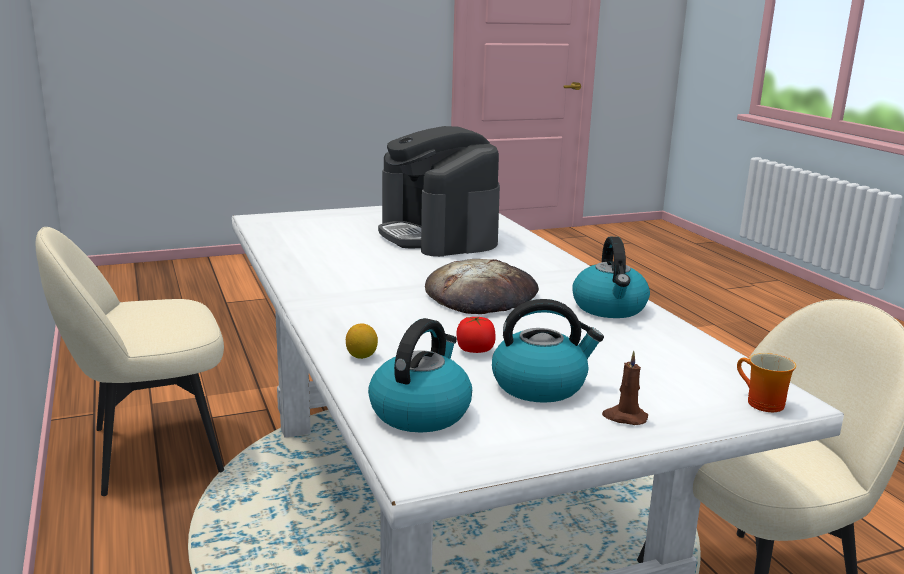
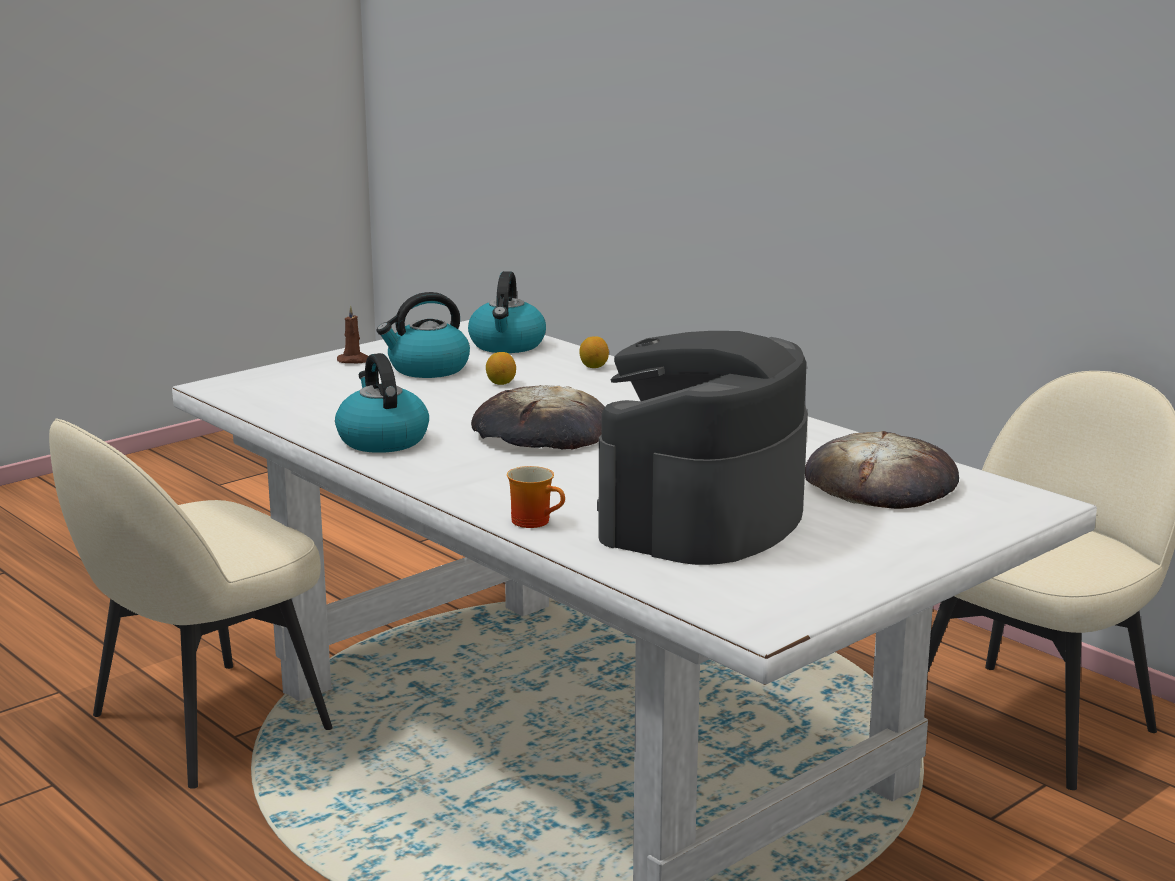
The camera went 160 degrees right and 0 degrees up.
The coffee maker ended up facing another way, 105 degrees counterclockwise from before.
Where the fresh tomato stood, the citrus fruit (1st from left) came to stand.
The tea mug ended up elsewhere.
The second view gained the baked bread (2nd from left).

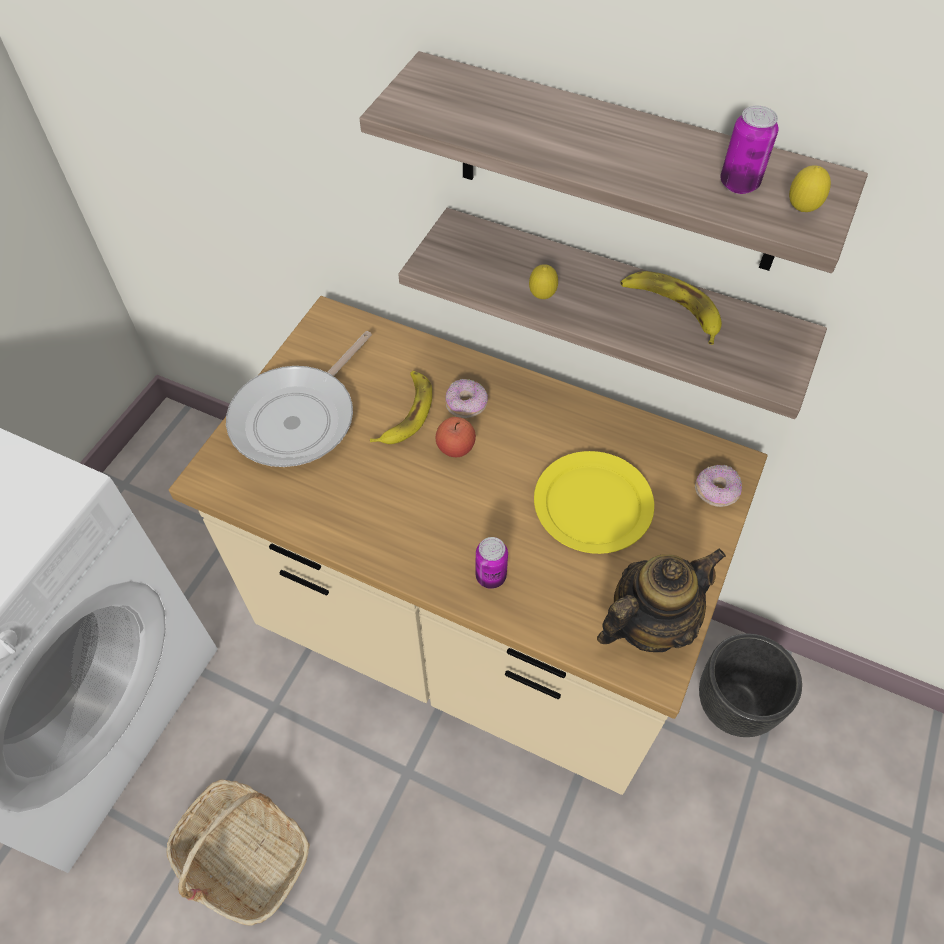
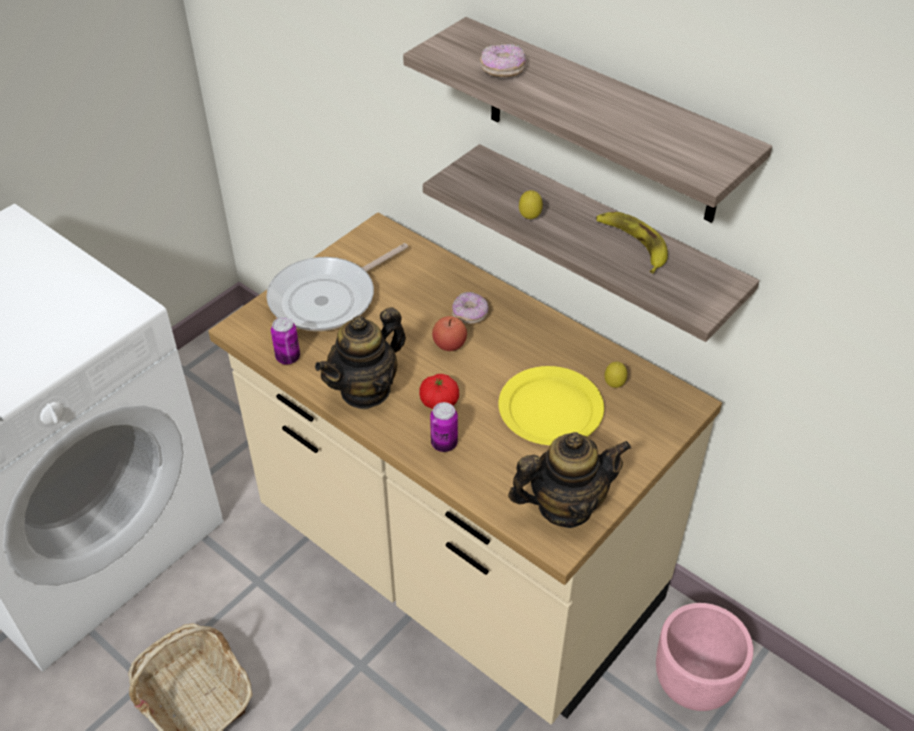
The camera went 15 degrees right and 10 degrees down.
The second view lost the banana (1st from left).
The donut (2nd from left) ended up elsewhere.
What was the flower pot (blackish) turned into the flower pot (pink).
The sealed can (2nd from left in the first image) ended up elsewhere.
The citrus fruit (2nd from left) ended up elsewhere.
The second view gained the teapot (1st from left).
The second view gained the fresh tomato.

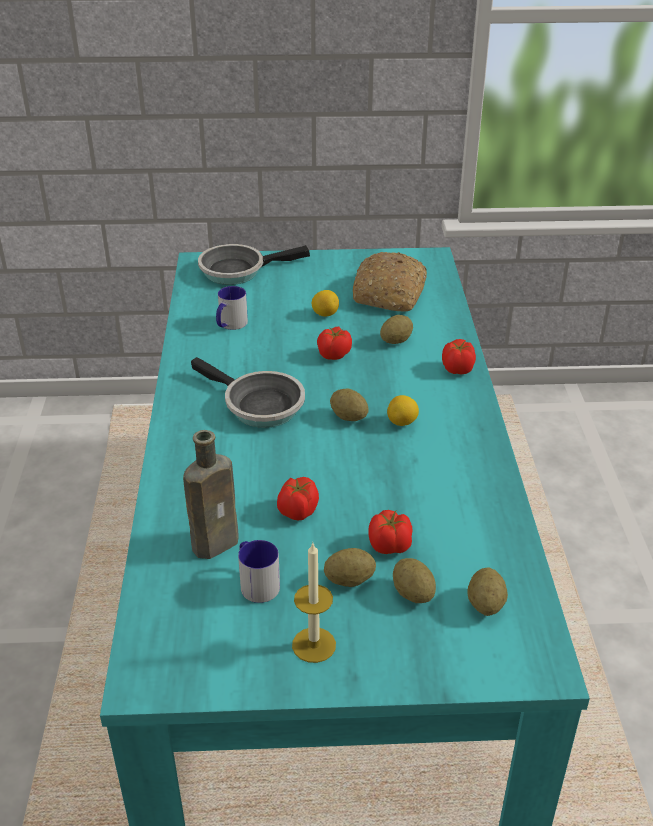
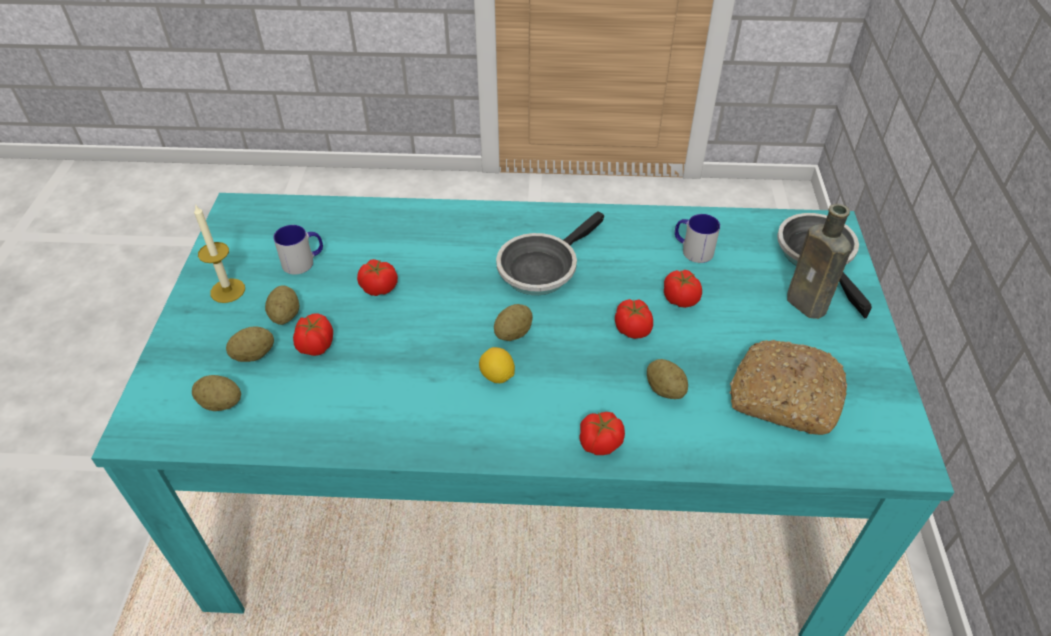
The camera went 95 degrees right and 10 degrees up.
The beverage bottle (brown-coloured) ended up elsewhere.
The second view lost the citrus fruit (1st from left).
The second view gained the fresh tomato (5th from left).

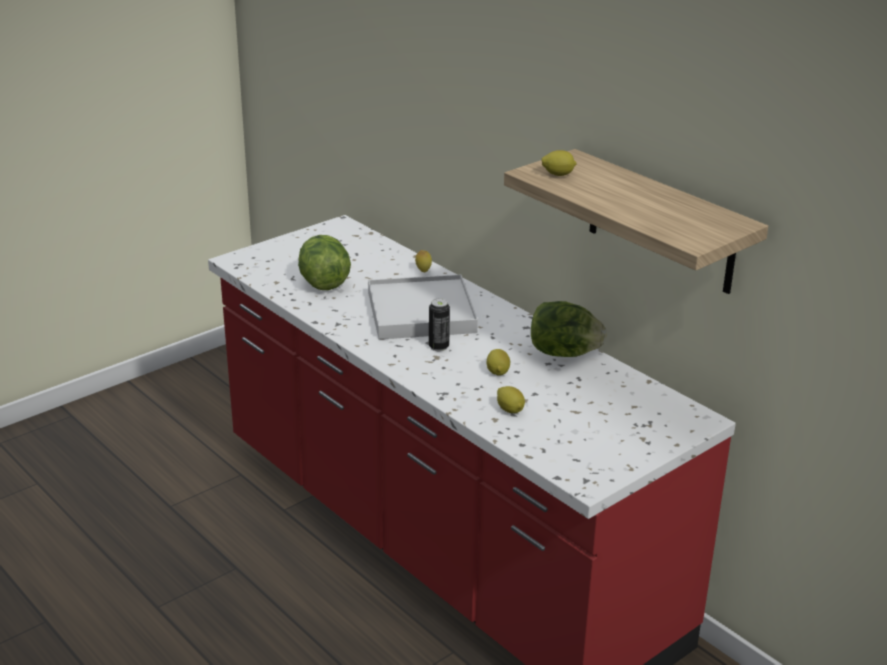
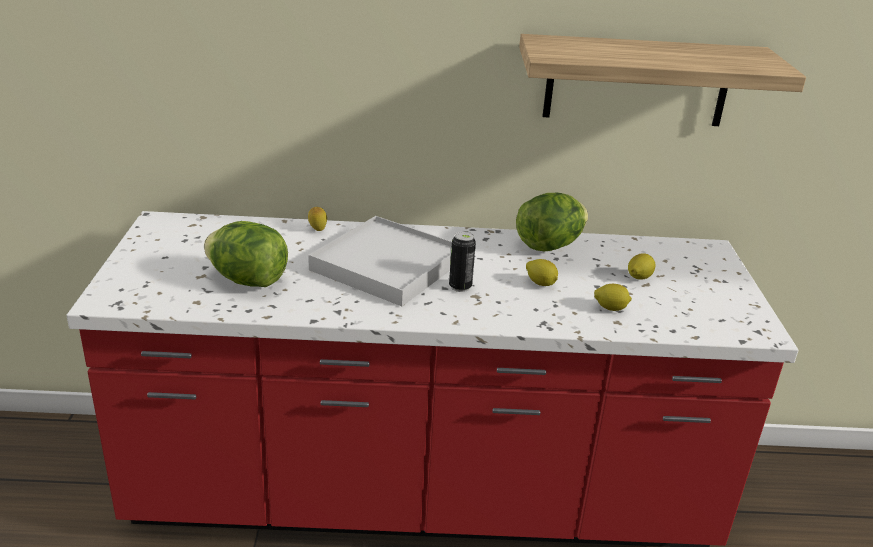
The camera went 50 degrees left and 0 degrees up.
The citrus fruit (4th from left) ended up elsewhere.

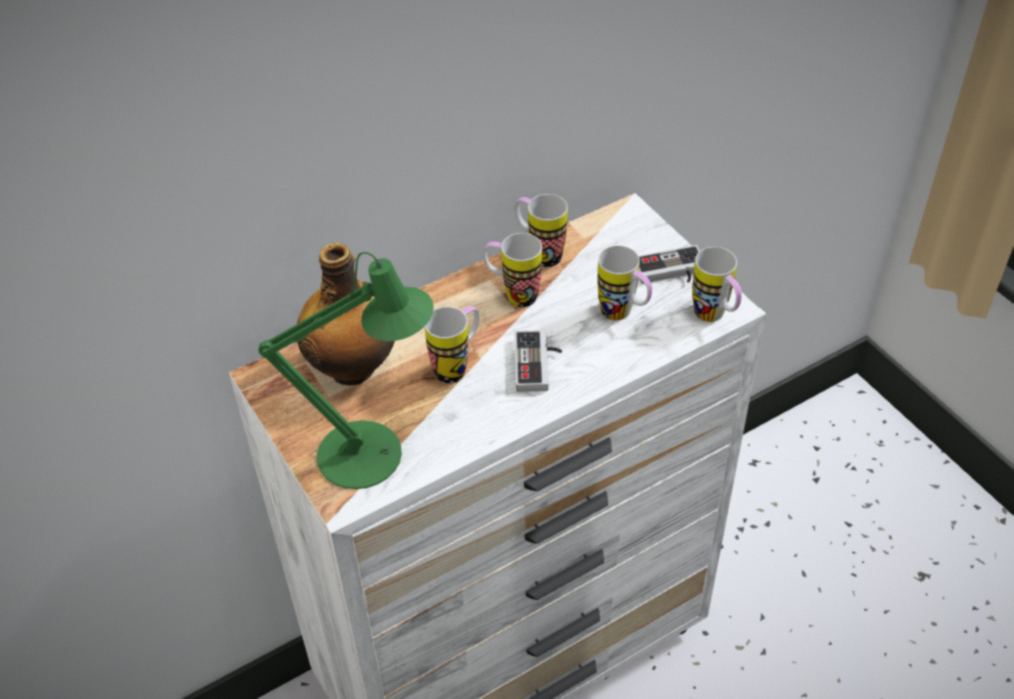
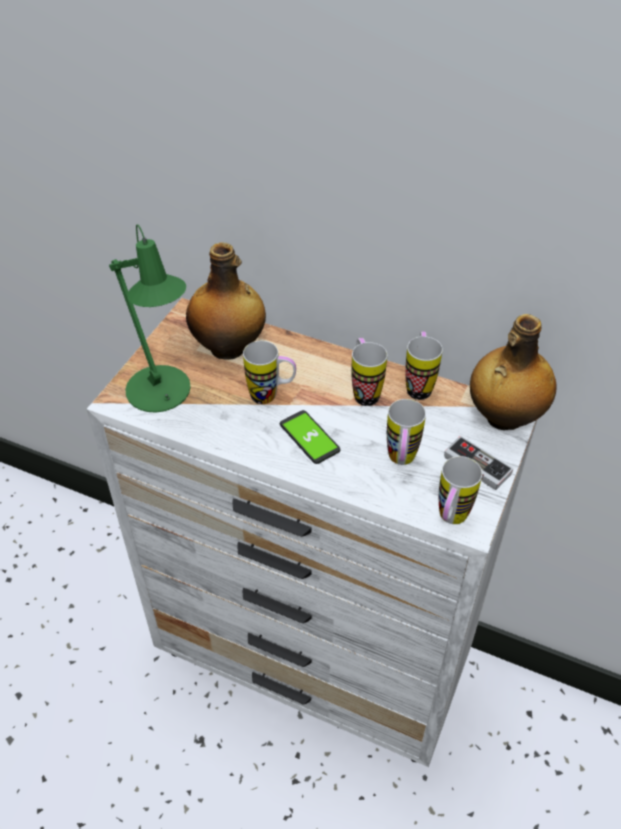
The camera went 55 degrees right and 0 degrees up.
Where the joypad (1st from left) stood, the phone came to stand.
The second view gained the beverage bottle (2nd from left).

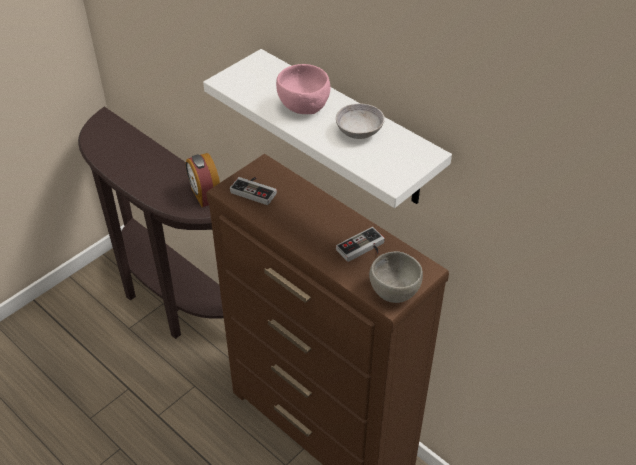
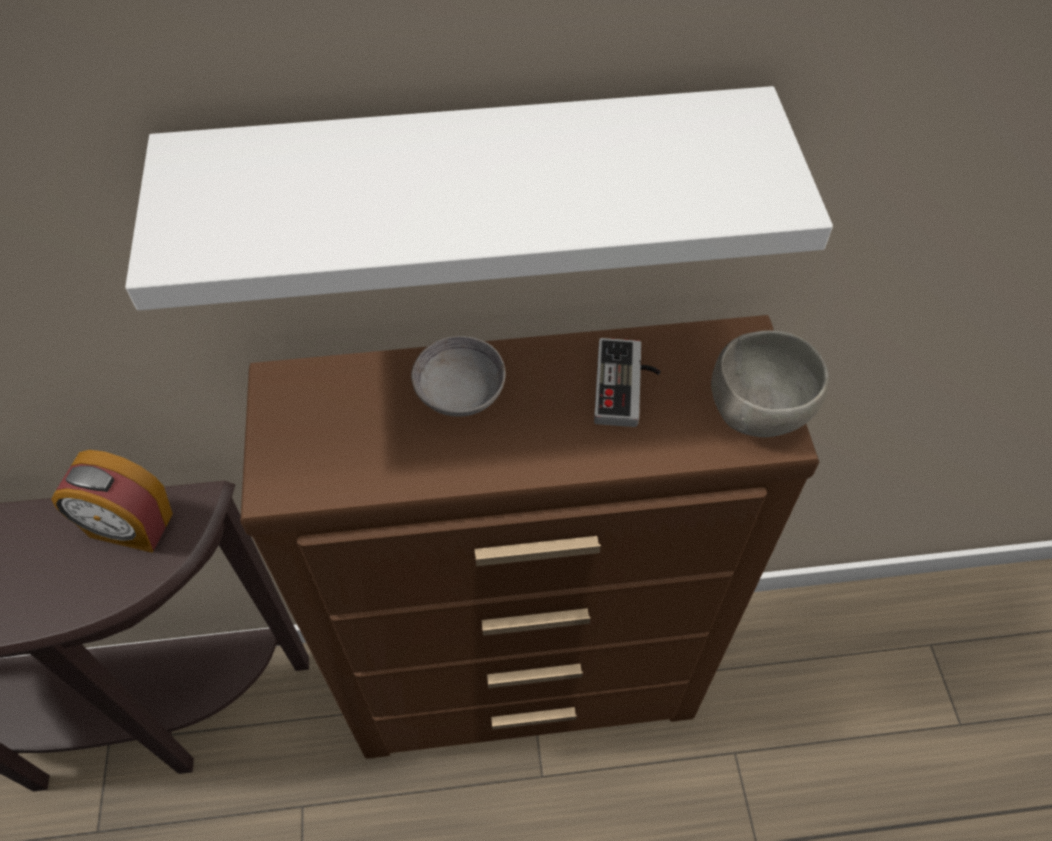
The camera went 50 degrees left and 10 degrees up.
The second view lost the joypad (1st from left).
The second view lost the bowl (pink).
The bowl (greyish) (1st from left) ended up elsewhere.

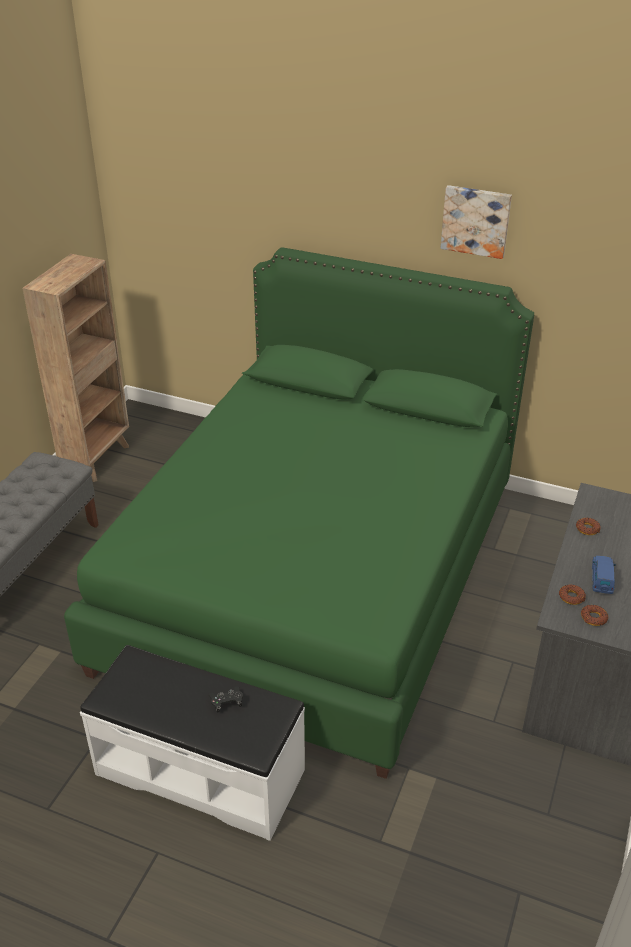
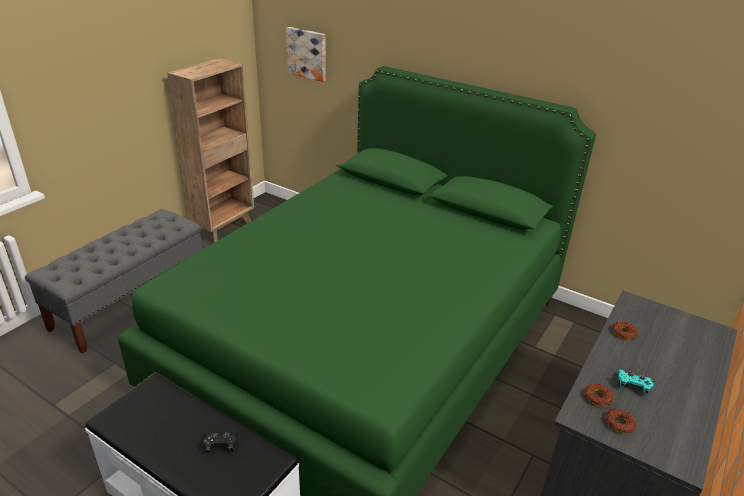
The camera went 10 degrees right and 5 degrees down.
The picture ended up elsewhere.
Where the model car (blue) stood, the joypad (blue-green) came to stand.

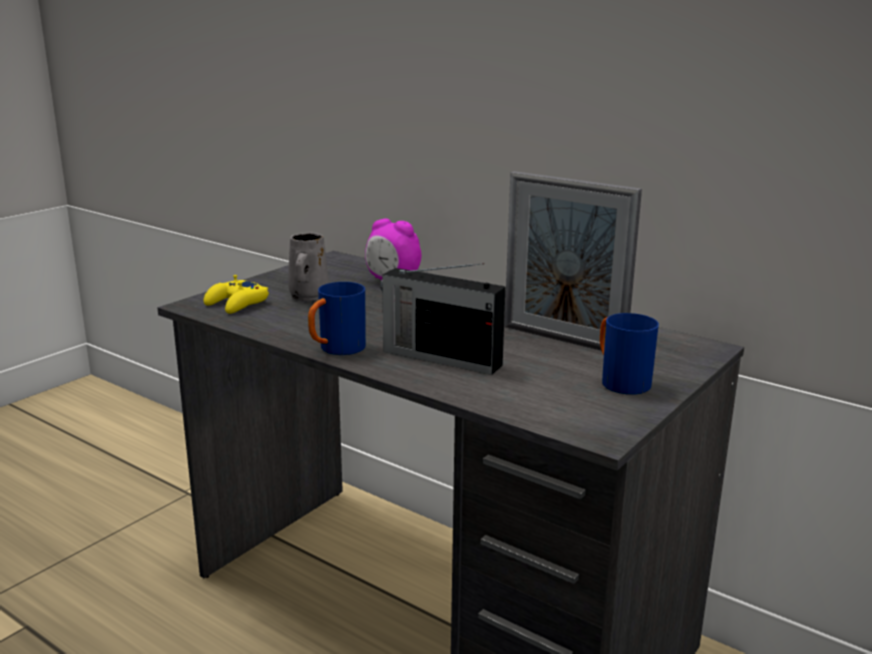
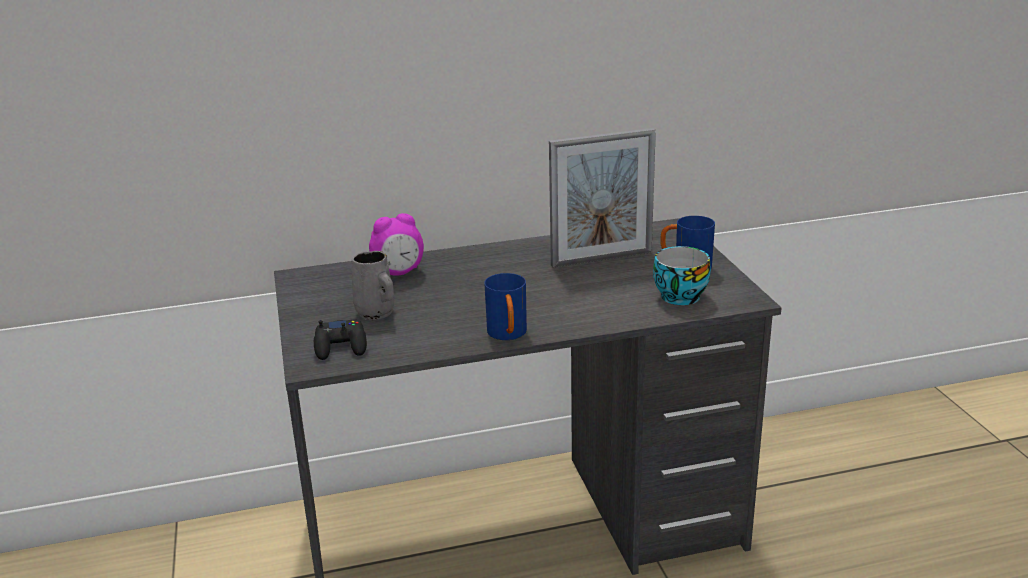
The camera went 50 degrees left and 5 degrees up.
What was the joypad (yellow) turned into the joypad (blackish).
The second view lost the radio set.
The second view gained the small cup.

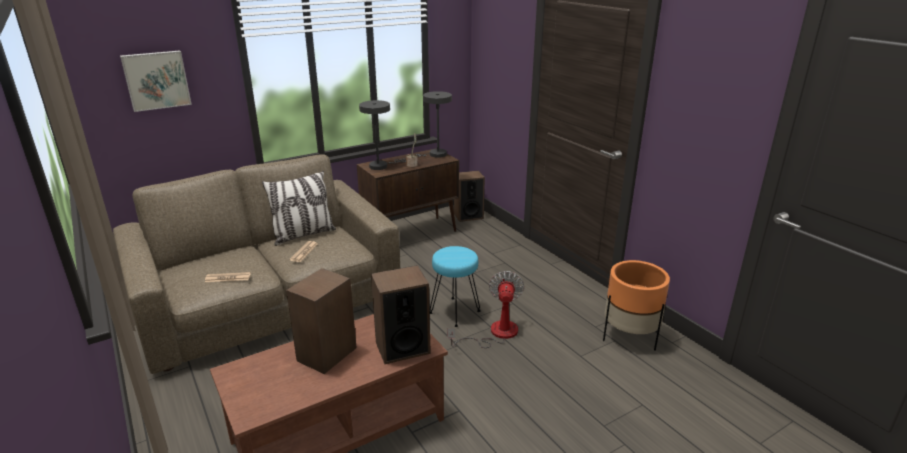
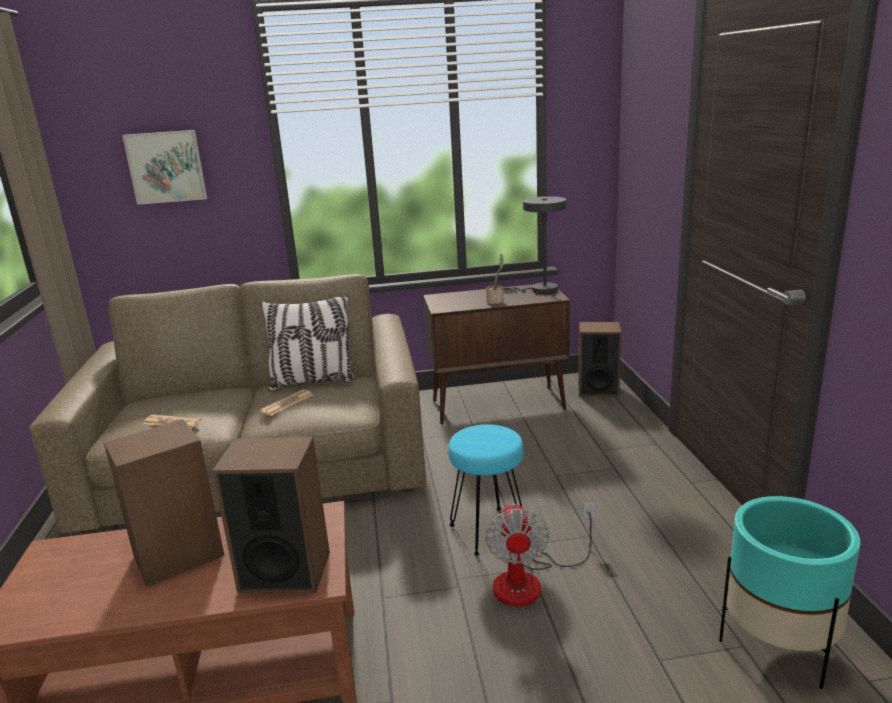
The camera went 25 degrees right and 5 degrees down.
The second view lost the table lamp (greyish) (1st from left).
The fan ended up facing another way, 150 degrees clockwise from before.
What was the flower pot (orangey) turned into the flower pot (blue-green).

